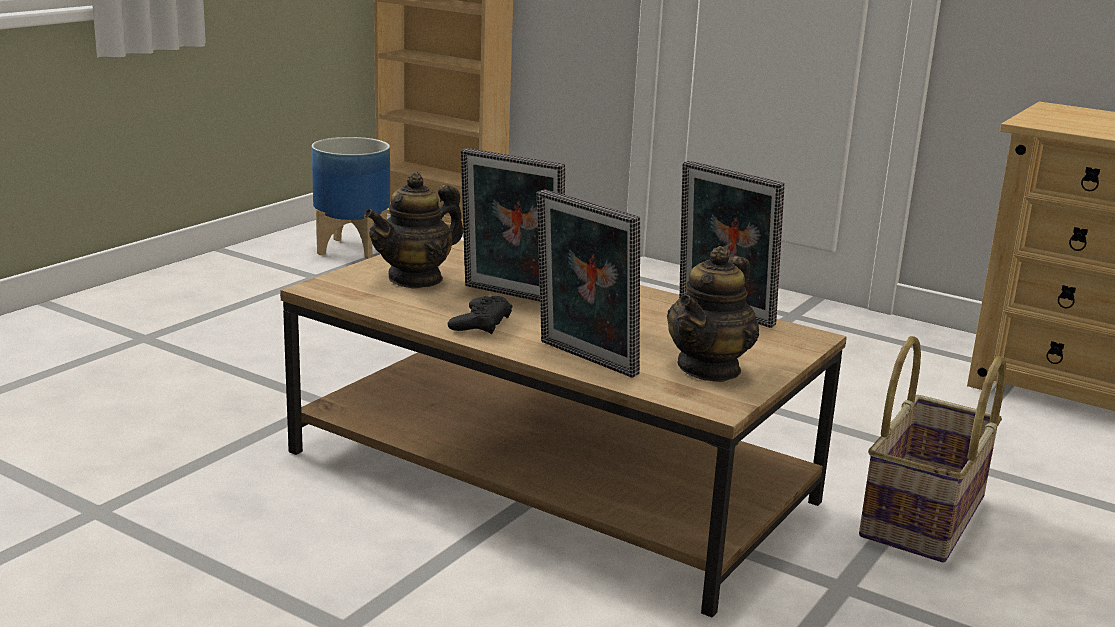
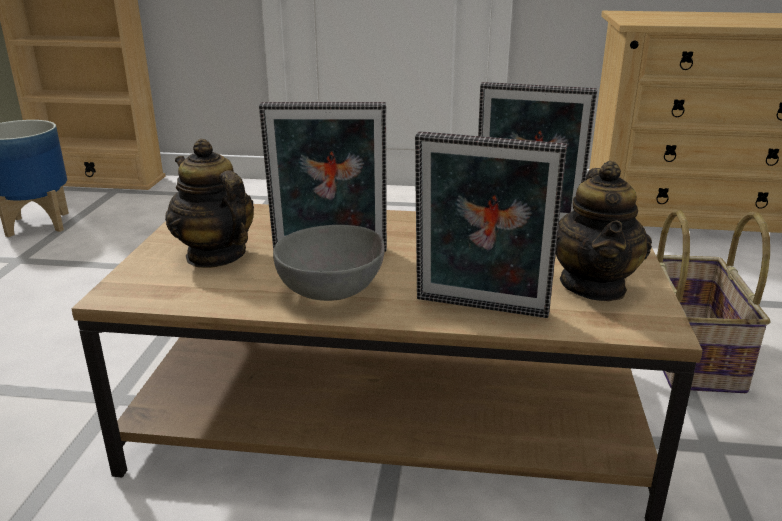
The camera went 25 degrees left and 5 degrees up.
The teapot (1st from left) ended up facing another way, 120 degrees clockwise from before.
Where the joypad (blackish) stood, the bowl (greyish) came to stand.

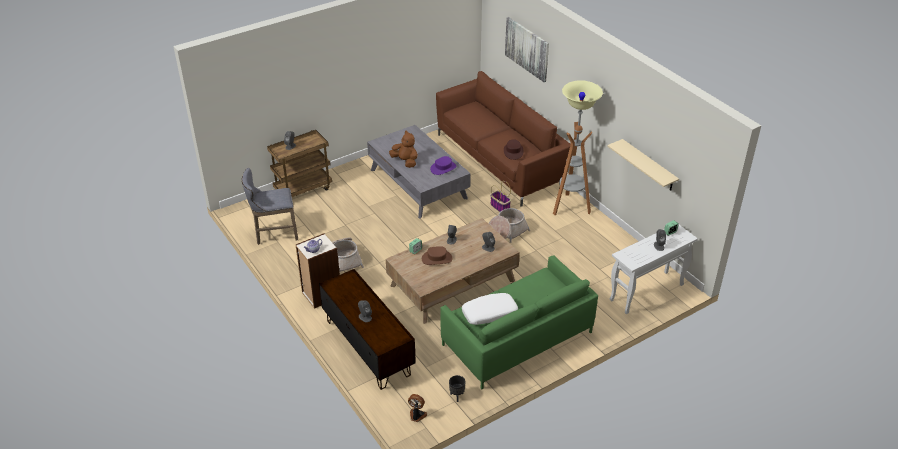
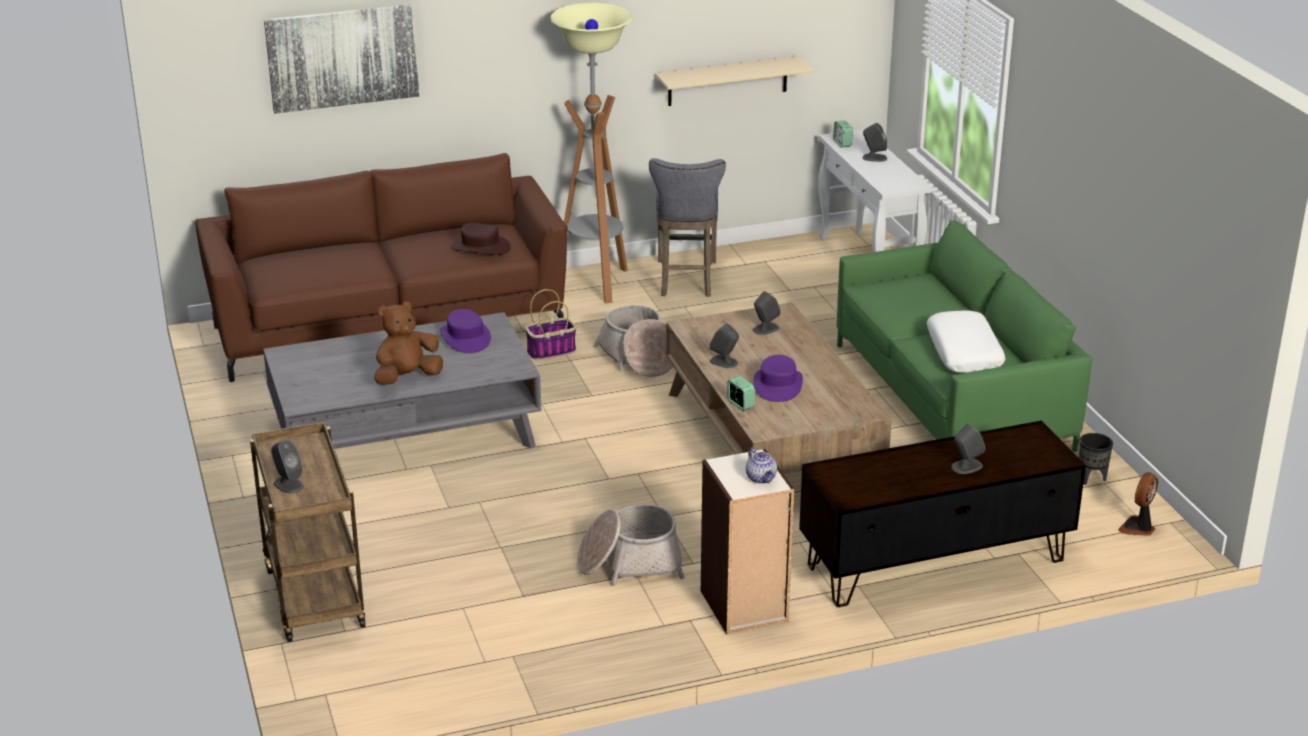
The camera went 75 degrees left and 10 degrees down.
The sitting stool (greyish) ended up elsewhere.
What was the clothing hat (brown-coloured) (1st from left) turned into the clothing hat (purple-coloured) (2nd from left).

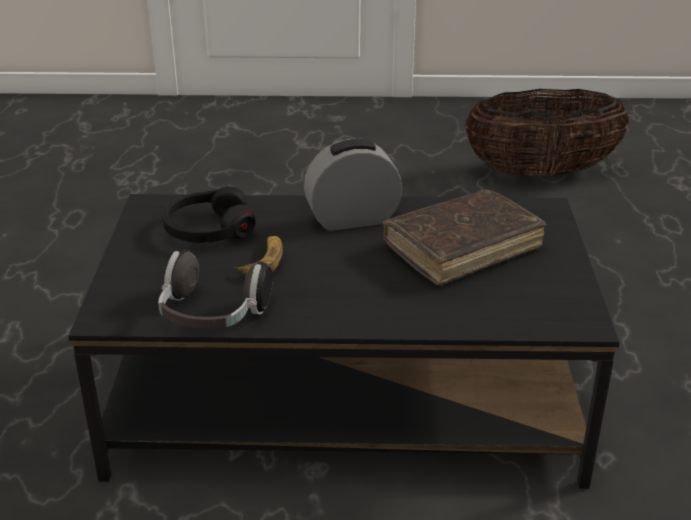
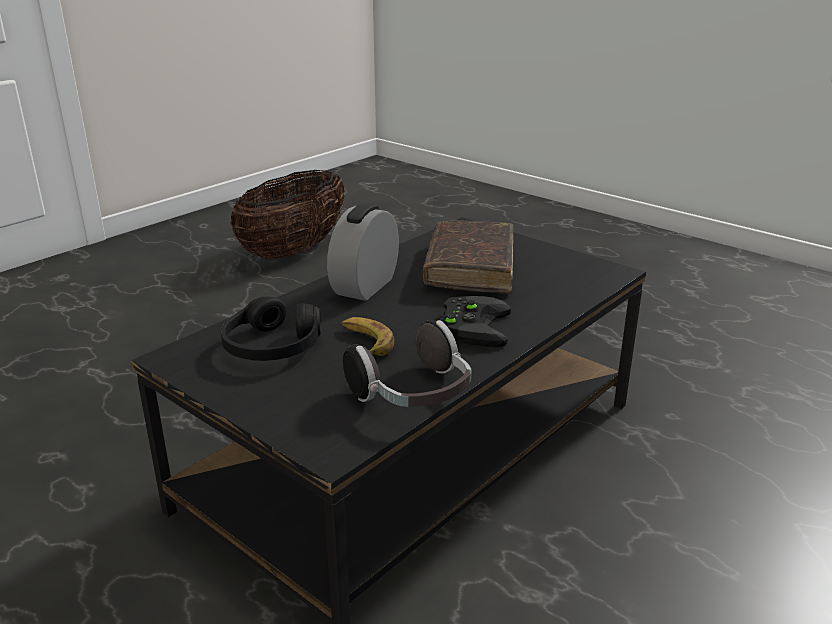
The camera went 50 degrees left and 5 degrees down.
The second view gained the joypad (blackish).

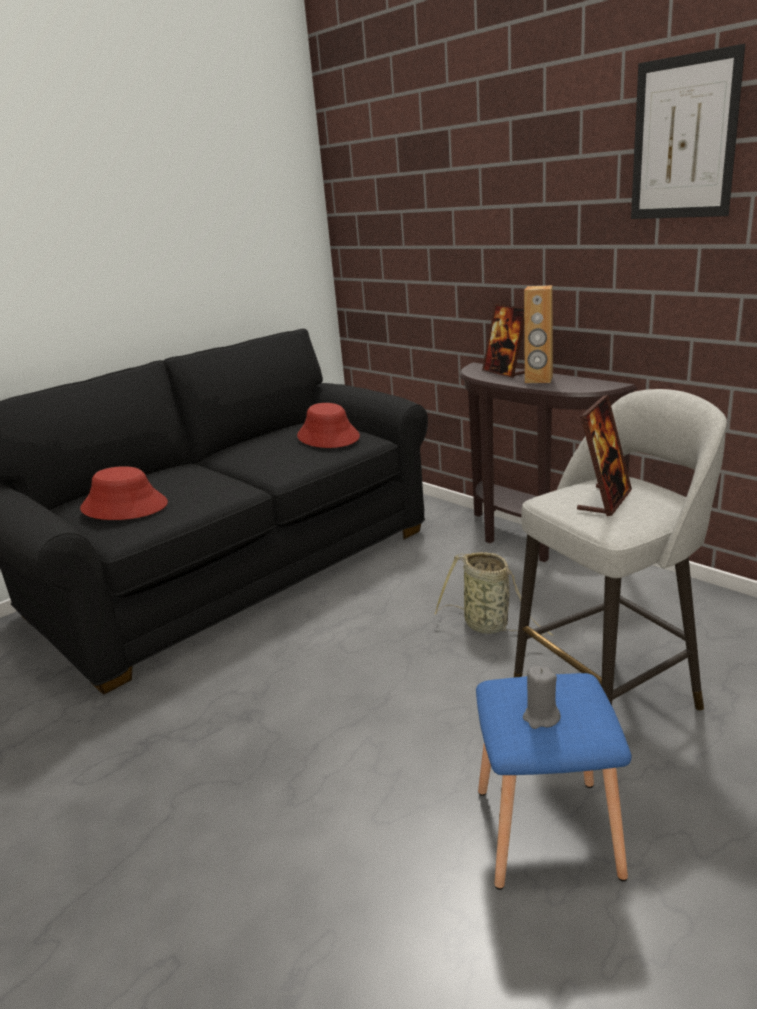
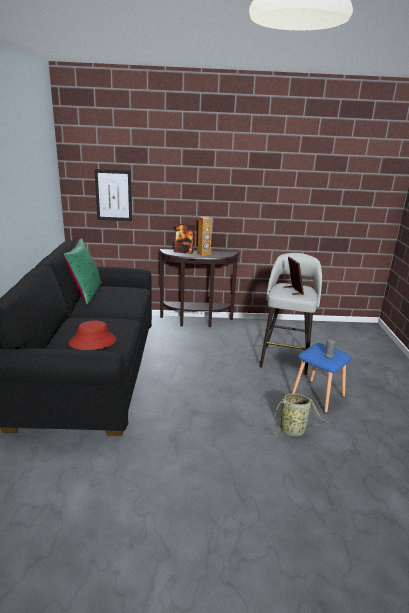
The camera went 50 degrees left and 0 degrees up.
The second view lost the clothing hat (red) (2nd from left).
The basket ended up elsewhere.
The picture ended up elsewhere.
The second view gained the throw pillow (green).

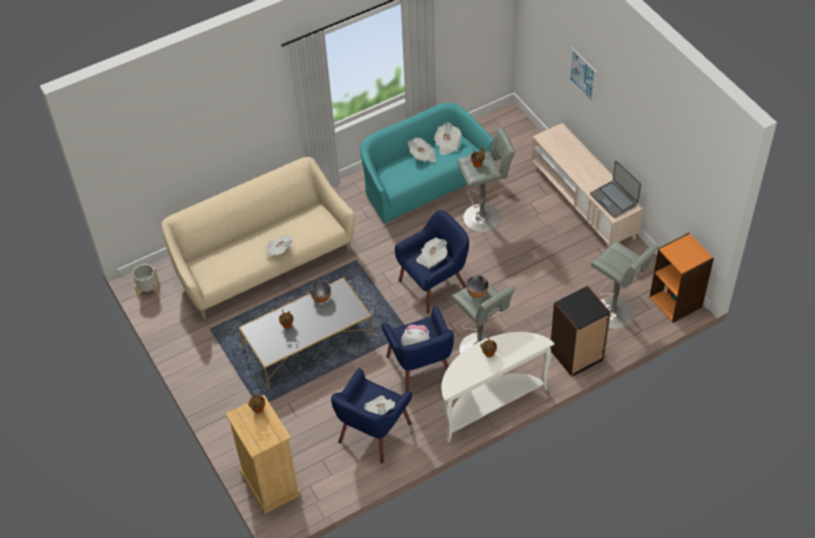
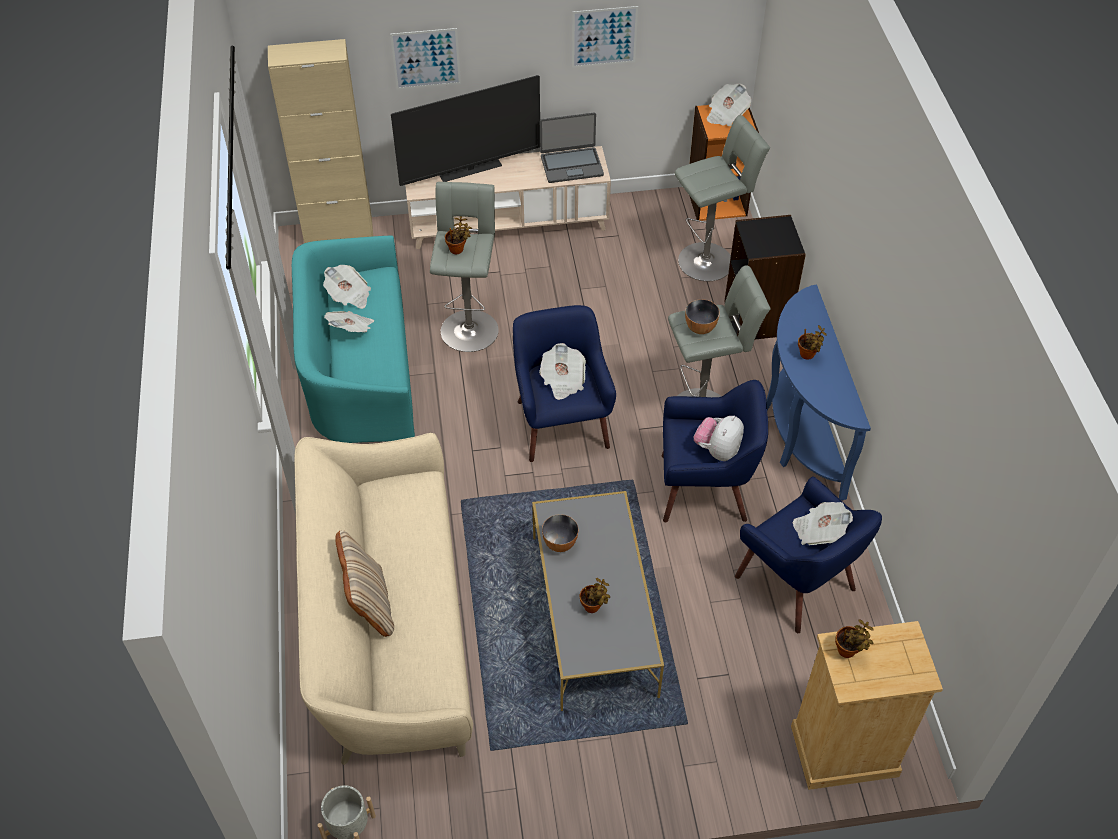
The camera went 70 degrees left and 0 degrees up.
The daily paper (1st from left in the first image) ended up elsewhere.
What was the hall table (whitish) turned into the hall table (blue).
The second view gained the storage cabinet (sand-coloured).
The second view gained the throw pillow (sand-coloured).
The second view gained the TV set.
The second view gained the picture (2nd from left).

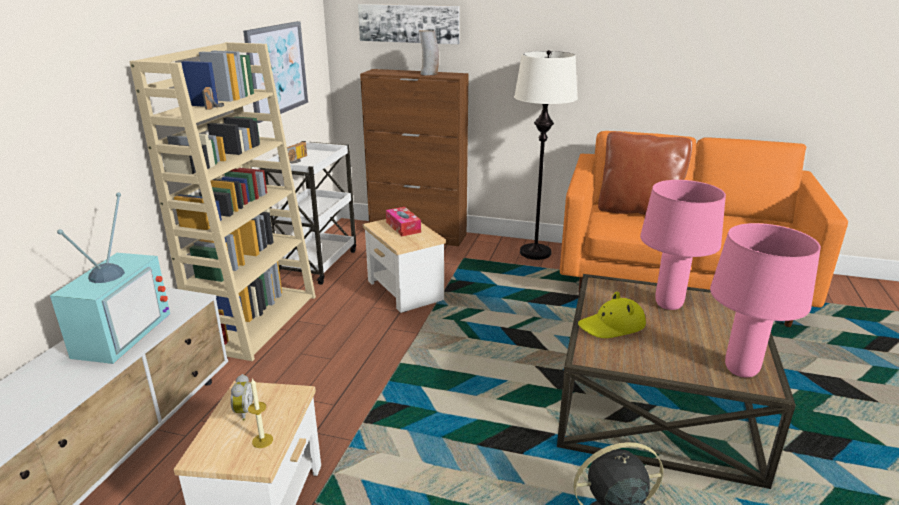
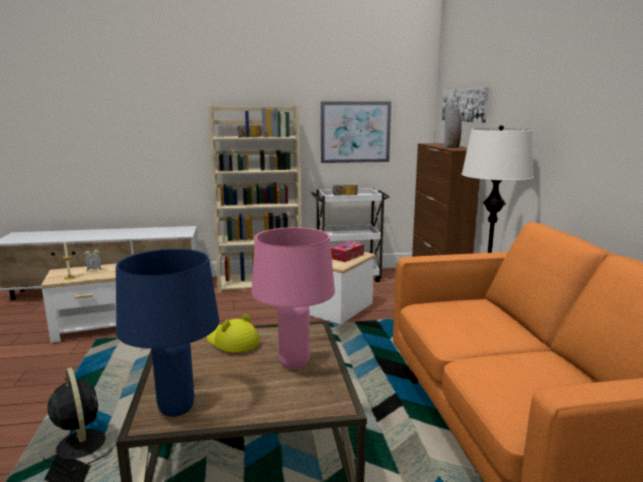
The camera went 65 degrees right and 10 degrees down.
The second view lost the TV set.
The second view lost the throw pillow (brown-coloured).
What was the table lamp (pink) (2nd from left) turned into the table lamp (blue).

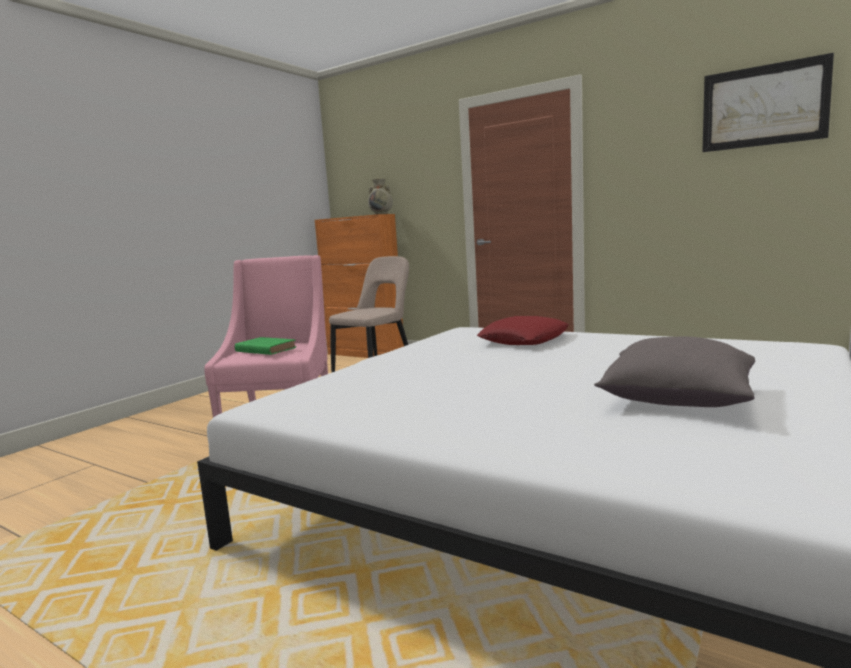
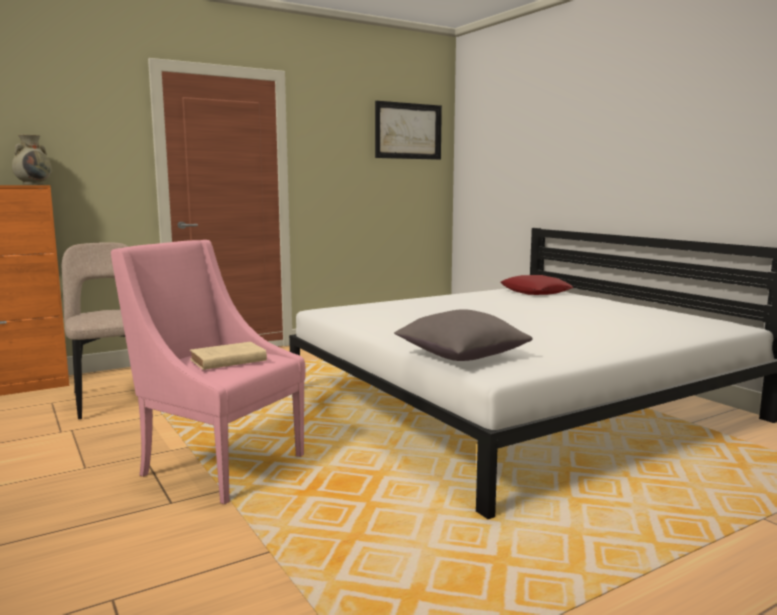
The camera went 65 degrees left and 0 degrees up.
What was the bound book (green) turned into the bound book (sand-coloured).
The throw pillow (red) ended up elsewhere.
The throw pillow (greyish) ended up elsewhere.

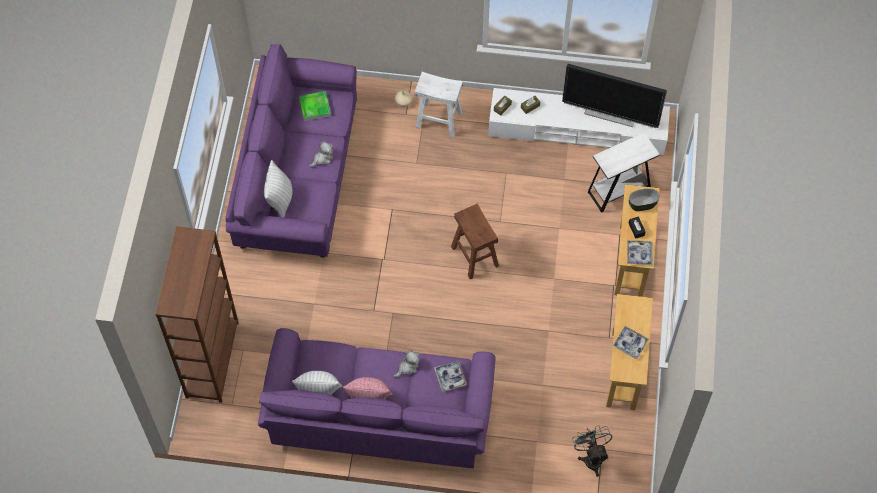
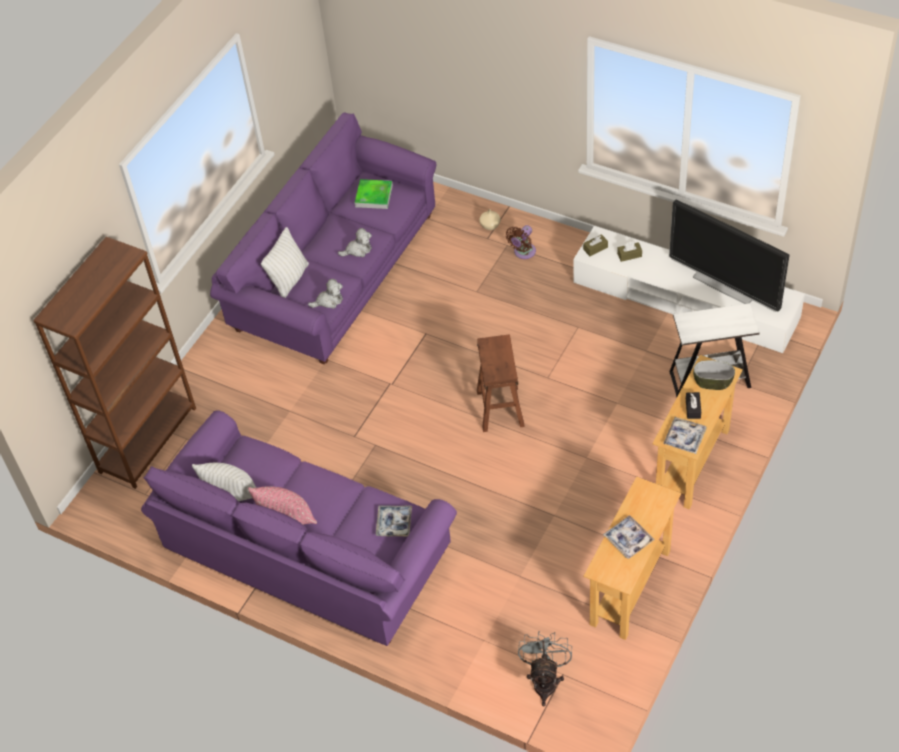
The camera went 25 degrees right and 10 degrees down.
The soft toy (2nd from left in the first image) ended up elsewhere.
Where the sitting stool (whitish) stood, the fan (brown-coloured) came to stand.

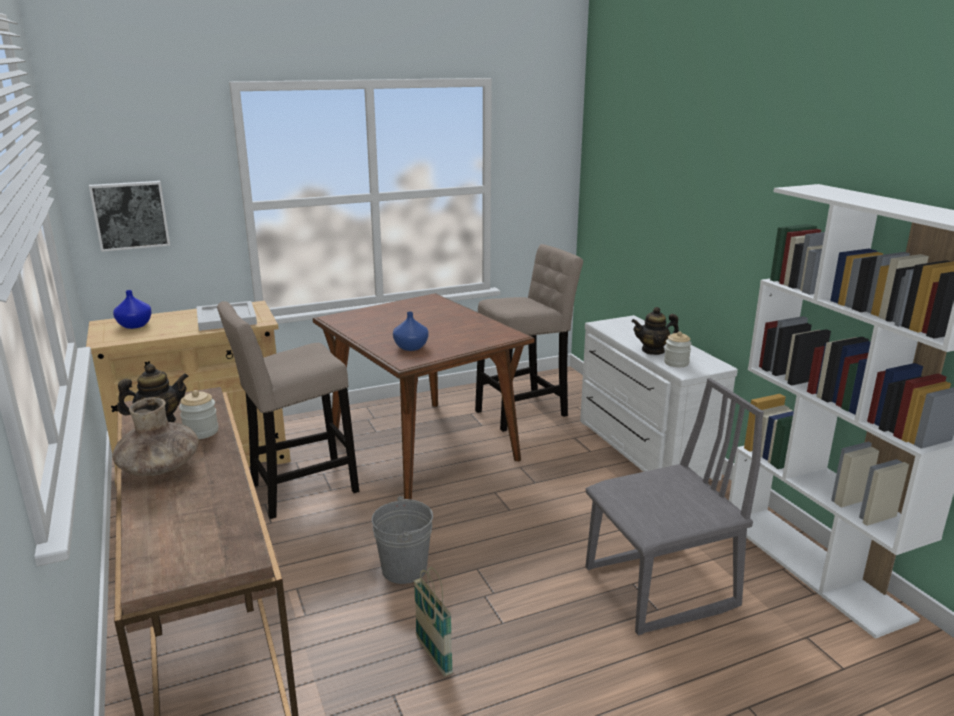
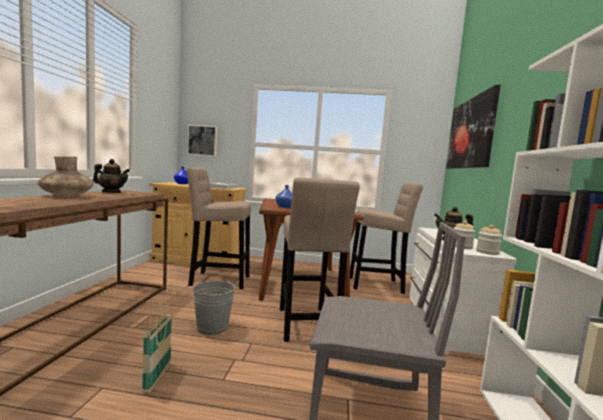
The camera went 30 degrees right and 15 degrees down.
The storage jar (1st from left in the first image) ended up elsewhere.
The second view gained the sitting stool (sand-coloured) (2nd from left).
The second view gained the picture (2nd from left).

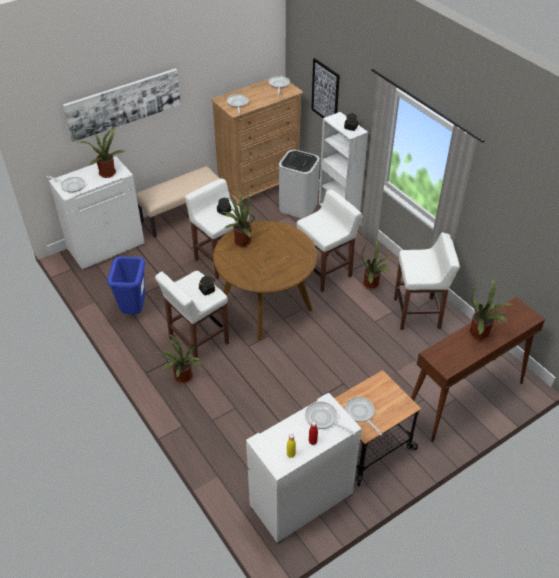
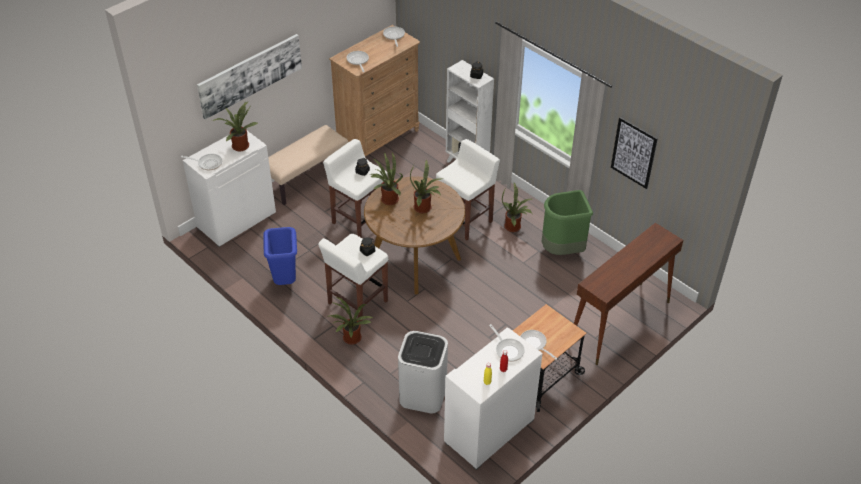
The camera went 10 degrees left and 0 degrees up.
The waste bin (whitish) ended up elsewhere.
The skillet (4th from left) ended up facing another way, 150 degrees counterclockwise from before.
The picture (2nd from left) ended up elsewhere.
Where the sitting stool (whitish) (4th from left) stood, the waste bin (green) came to stand.
The potted plant (5th from left in the first image) ended up elsewhere.

